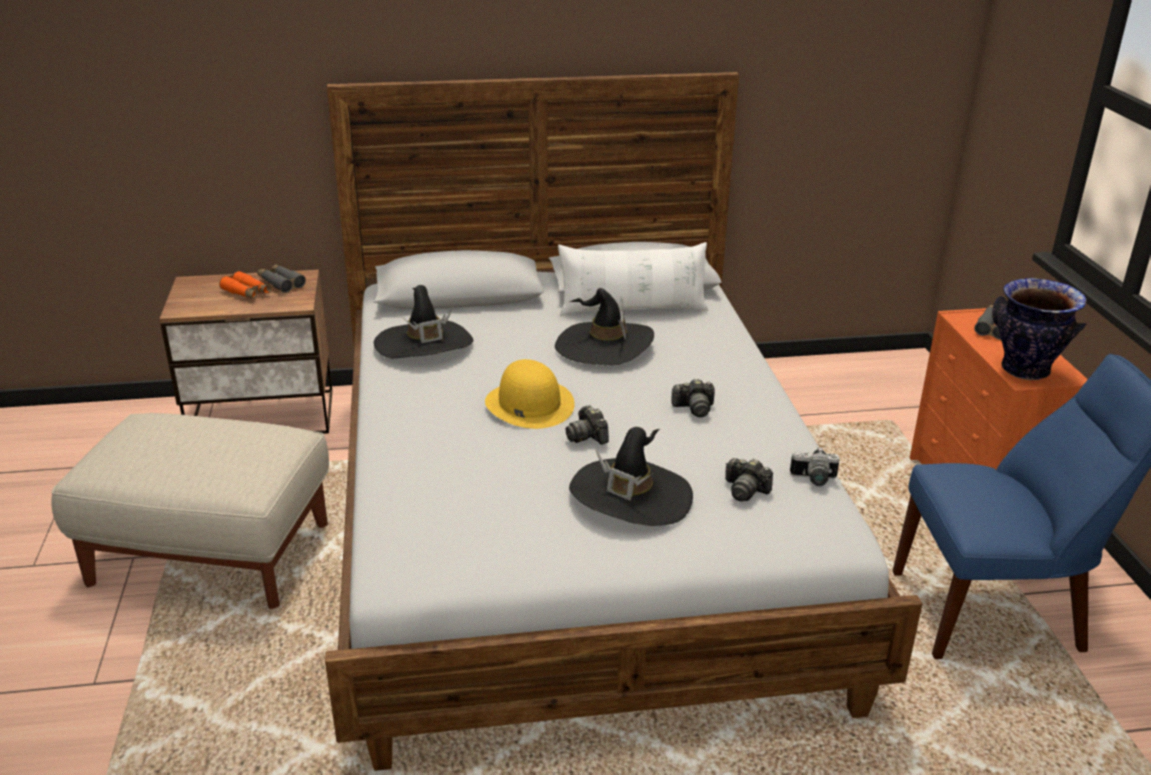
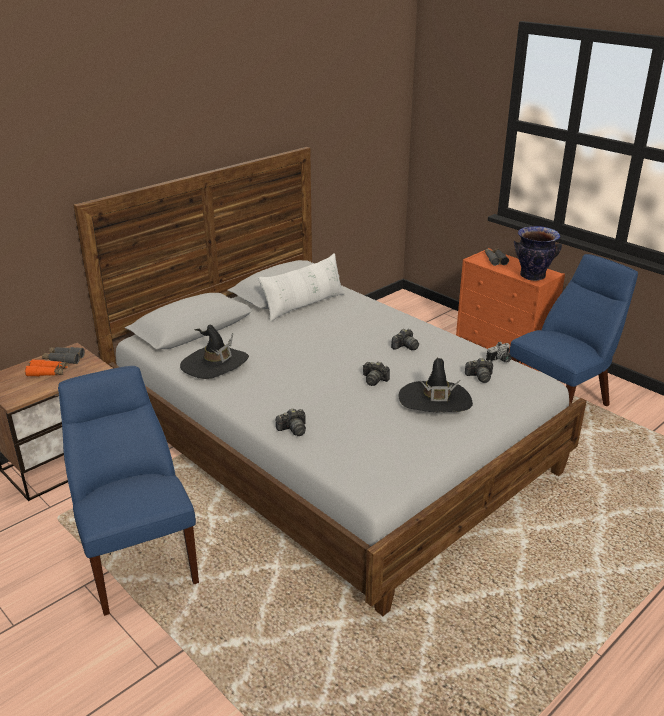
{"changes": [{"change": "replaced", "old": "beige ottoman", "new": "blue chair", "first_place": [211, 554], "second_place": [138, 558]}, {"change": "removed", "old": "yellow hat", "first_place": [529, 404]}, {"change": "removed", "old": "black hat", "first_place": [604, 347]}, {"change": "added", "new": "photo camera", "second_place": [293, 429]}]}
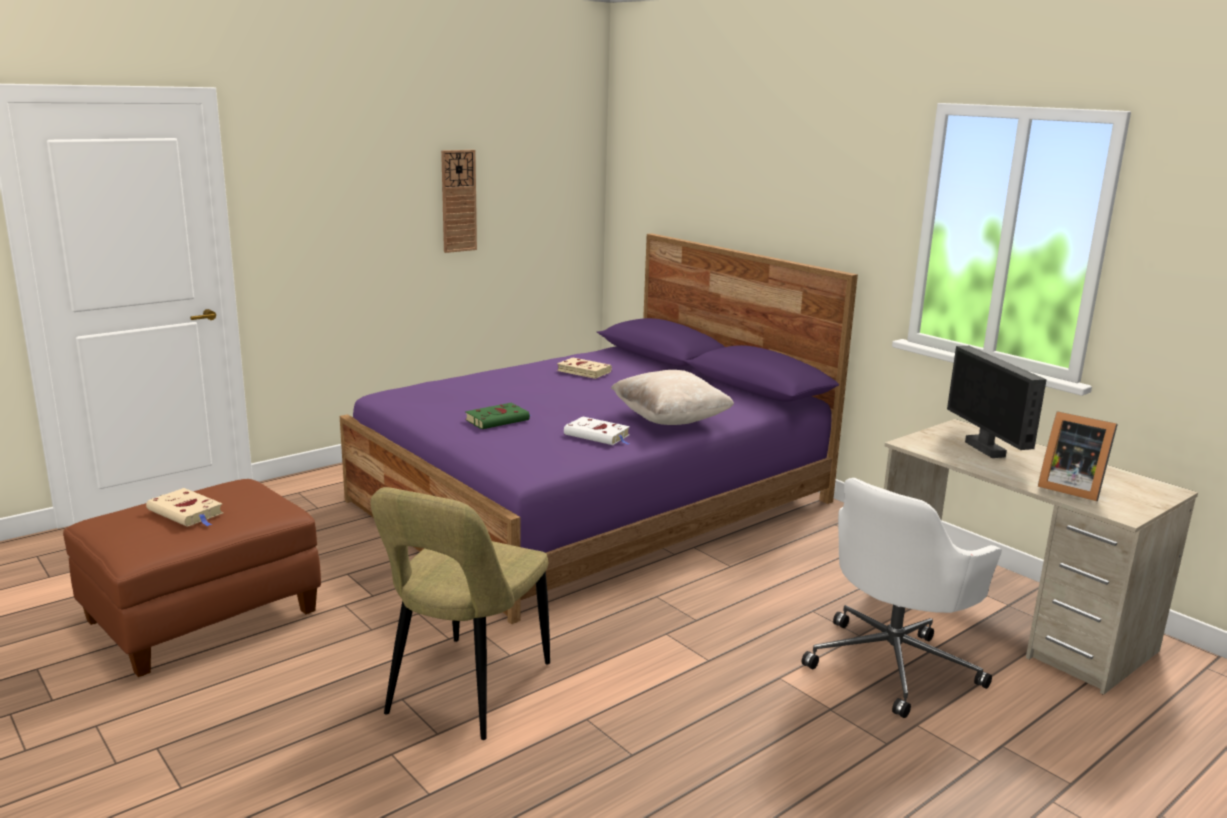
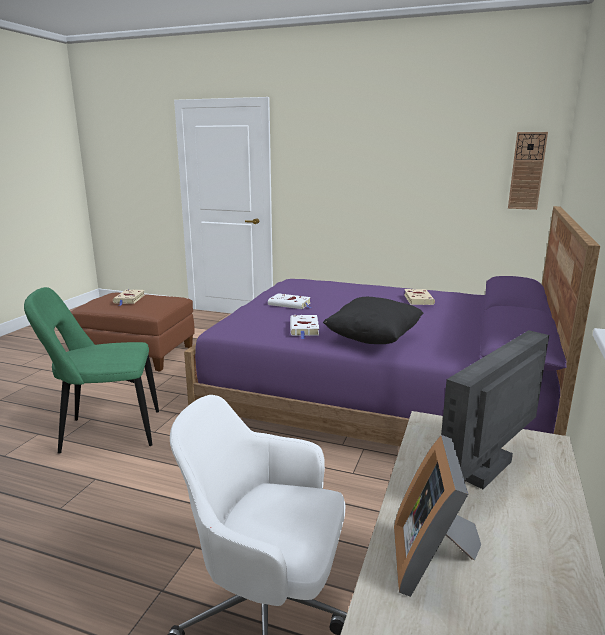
{"changes": [{"change": "recoloured", "old": "beige chair", "new": "green chair", "first_place": [464, 692], "second_place": [106, 432]}, {"change": "moved", "old": "wall clock", "first_place": [458, 201], "second_place": [527, 171]}, {"change": "recoloured", "old": "green book", "new": "white book", "first_place": [498, 420], "second_place": [290, 304]}, {"change": "recoloured", "old": "beige pillow", "new": "black pillow", "first_place": [670, 420], "second_place": [373, 339]}]}
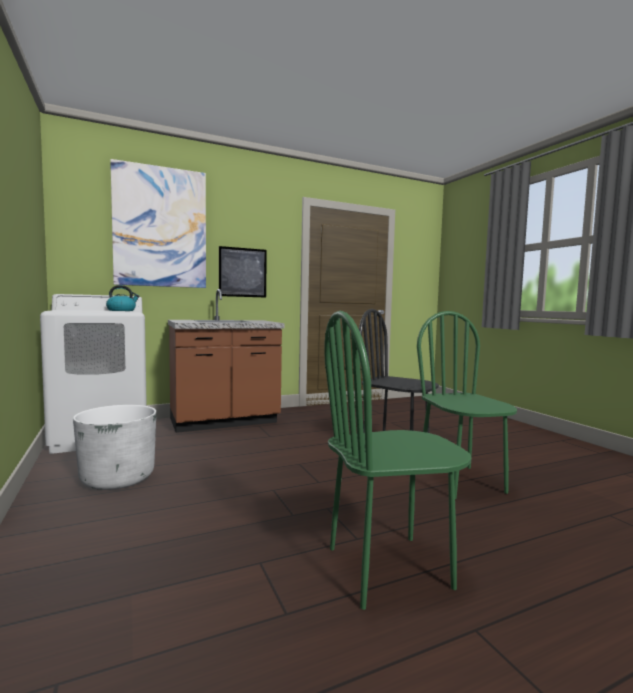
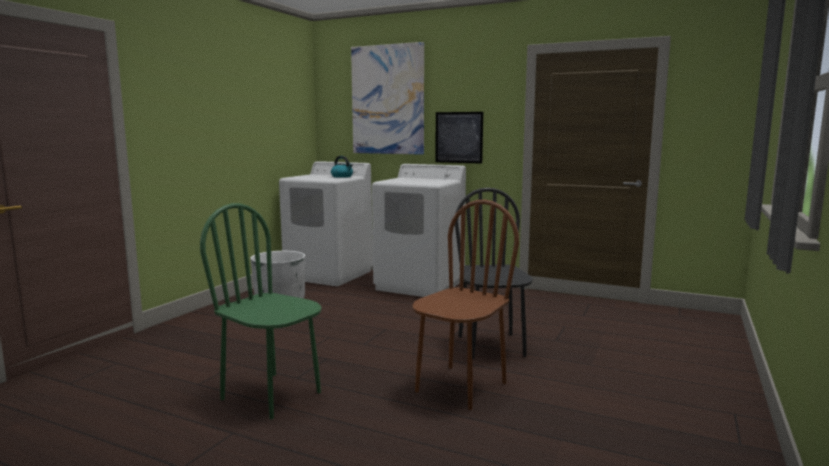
{"changes": [{"change": "replaced", "old": "brown counter", "new": "white washing machine", "first_place": [224, 422], "second_place": [420, 285]}, {"change": "recoloured", "old": "green chair", "new": "brown chair", "first_place": [461, 482], "second_place": [460, 387]}]}
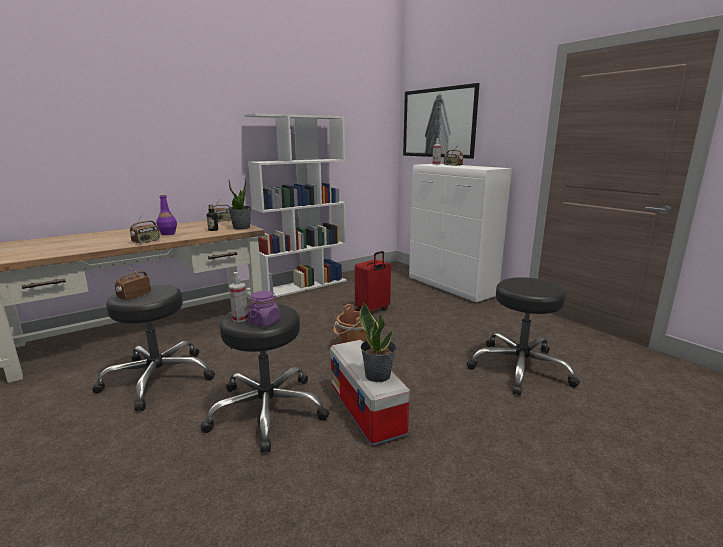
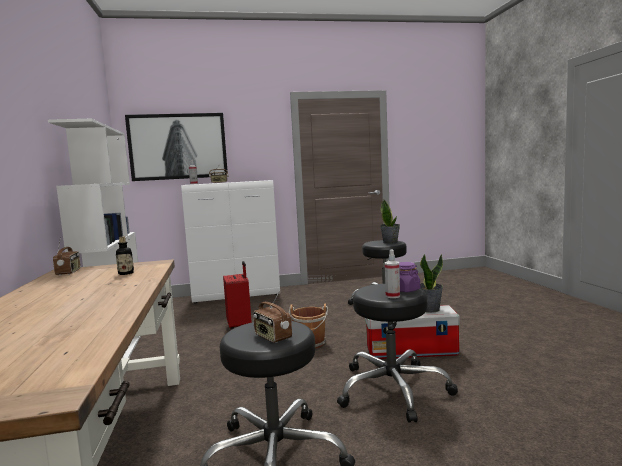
{"changes": [{"change": "removed", "old": "radio", "first_place": [146, 241]}, {"change": "removed", "old": "purple bottle", "first_place": [168, 233]}, {"change": "moved", "old": "potted plant", "first_place": [241, 227], "second_place": [390, 242]}]}
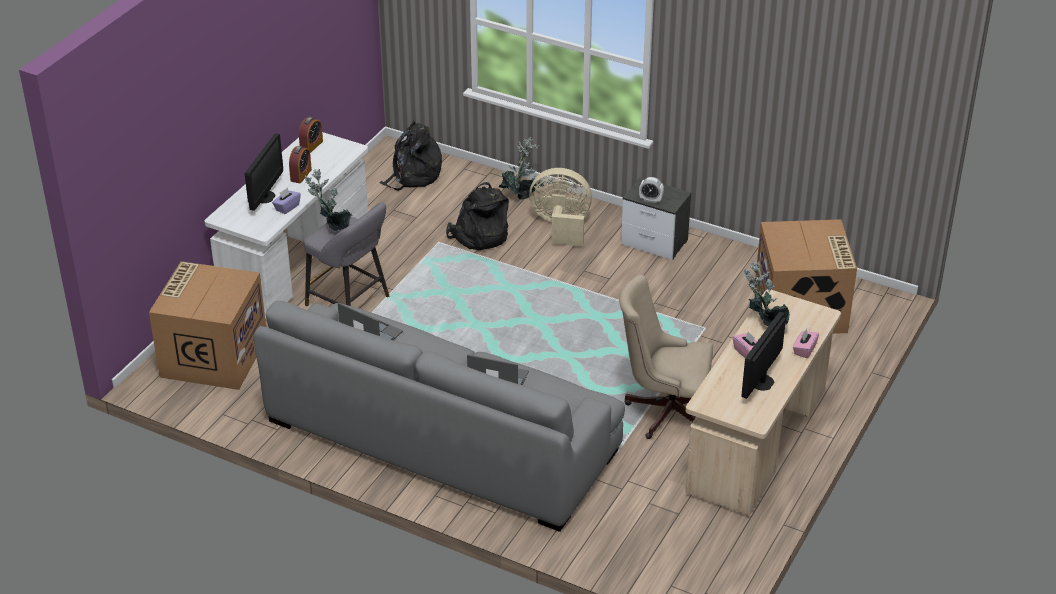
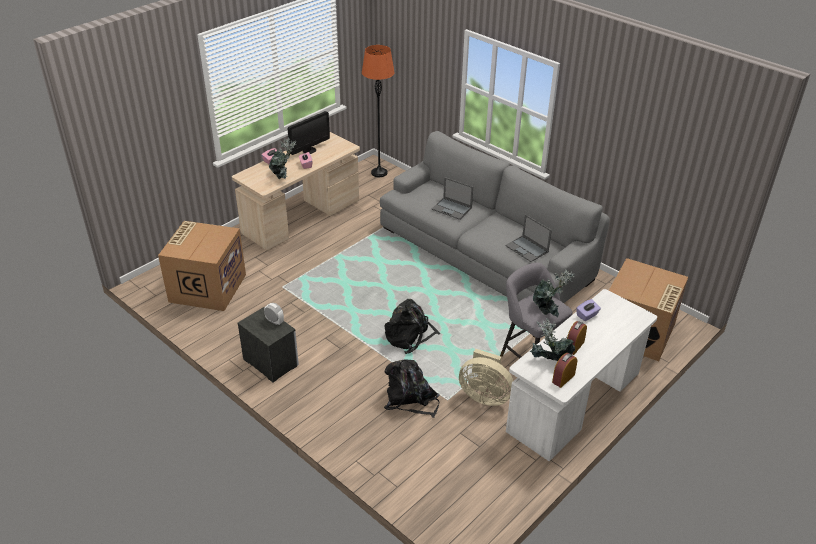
{"changes": [{"change": "removed", "old": "monitor", "first_place": [265, 197]}, {"change": "moved", "old": "black backpack", "first_place": [413, 175], "second_place": [410, 336]}, {"change": "moved", "old": "potted plant", "first_place": [522, 195], "second_place": [548, 362]}, {"change": "moved", "old": "beige fan", "first_place": [561, 226], "second_place": [484, 395]}, {"change": "removed", "old": "beige office chair", "first_place": [664, 410]}, {"change": "added", "new": "orange floor lamp", "second_place": [379, 173]}]}
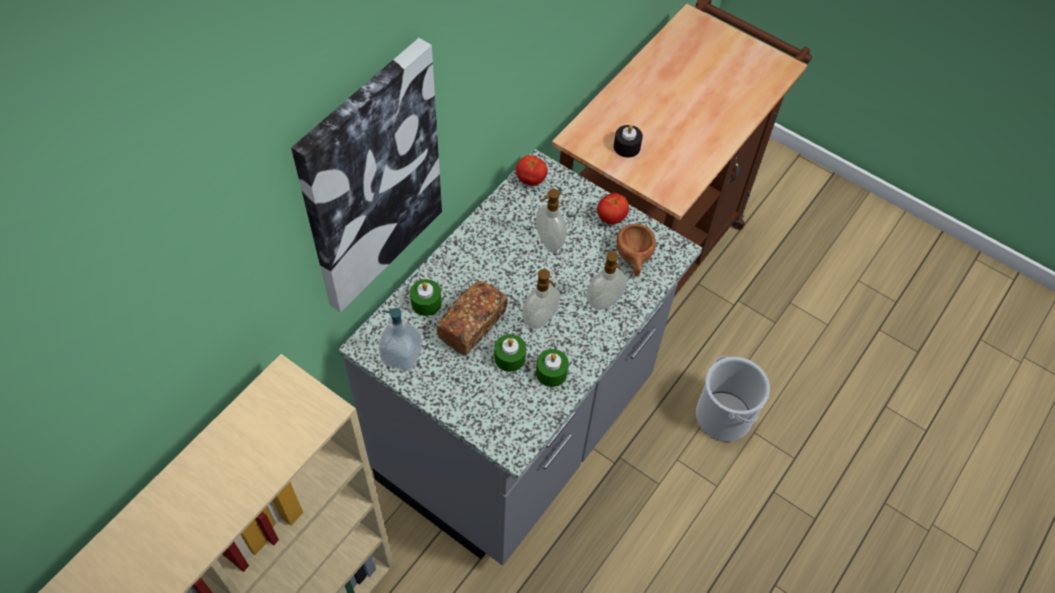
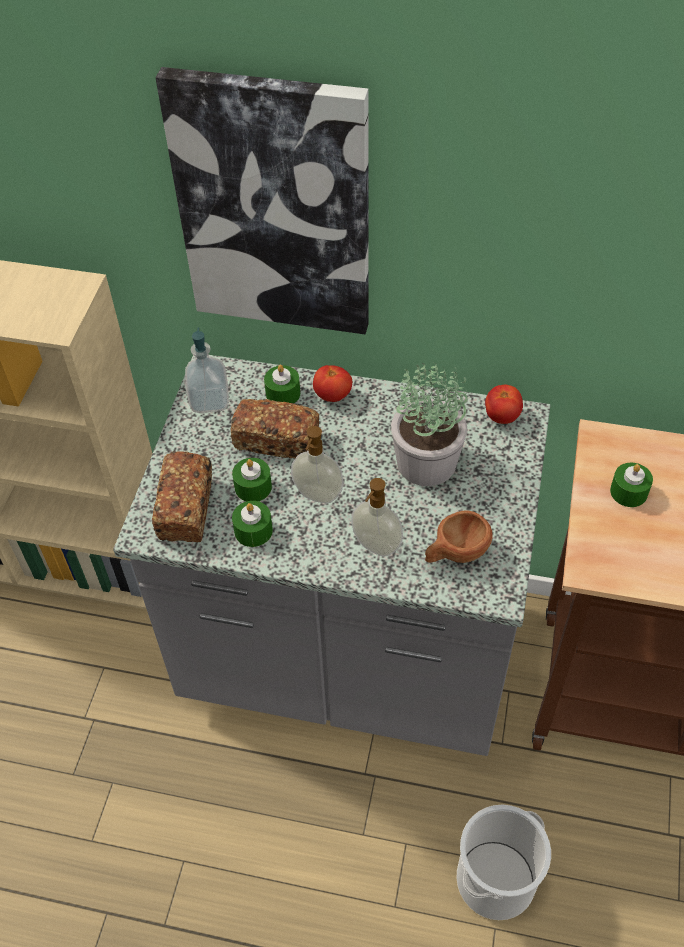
{"changes": [{"change": "replaced", "old": "soap dispenser", "new": "potted plant", "first_place": [548, 241], "second_place": [427, 463]}, {"change": "moved", "old": "tomato", "first_place": [611, 218], "second_place": [333, 395]}, {"change": "recoloured", "old": "black candle", "new": "green candle", "first_place": [627, 147], "second_place": [628, 492]}, {"change": "added", "new": "bread", "second_place": [186, 509]}]}
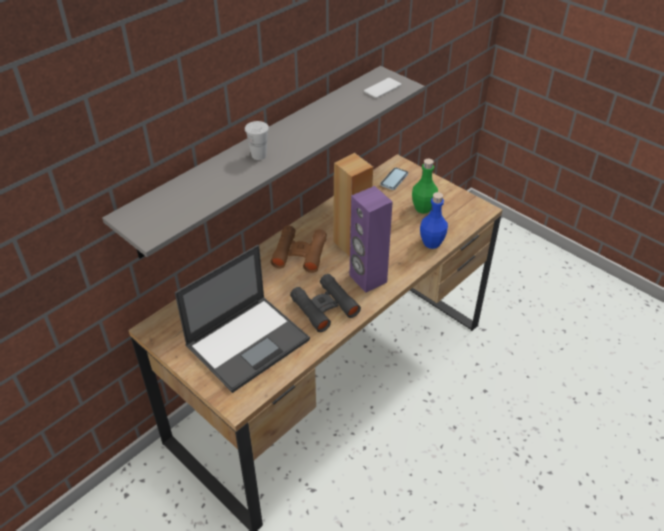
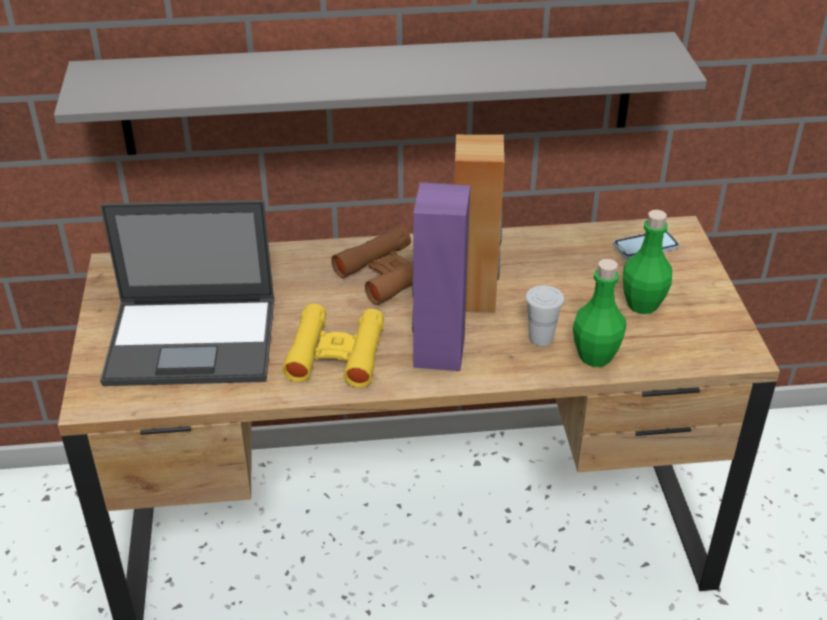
{"changes": [{"change": "moved", "old": "white cup", "first_place": [259, 155], "second_place": [541, 338]}, {"change": "recoloured", "old": "black binoculars", "new": "yellow binoculars", "first_place": [324, 307], "second_place": [336, 354]}, {"change": "removed", "old": "phone", "first_place": [382, 88]}, {"change": "recoloured", "old": "blue bottle", "new": "green bottle", "first_place": [431, 243], "second_place": [595, 356]}]}
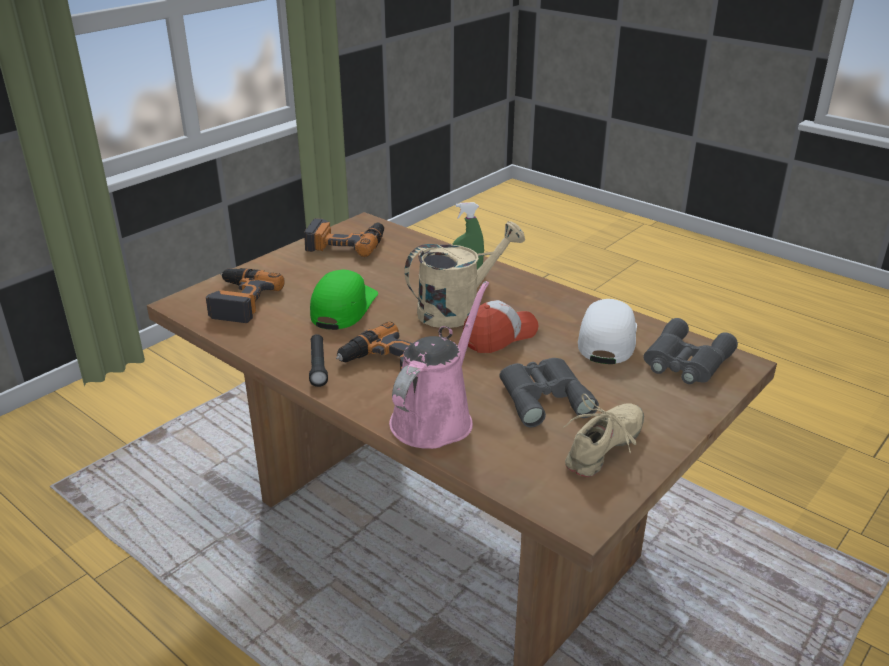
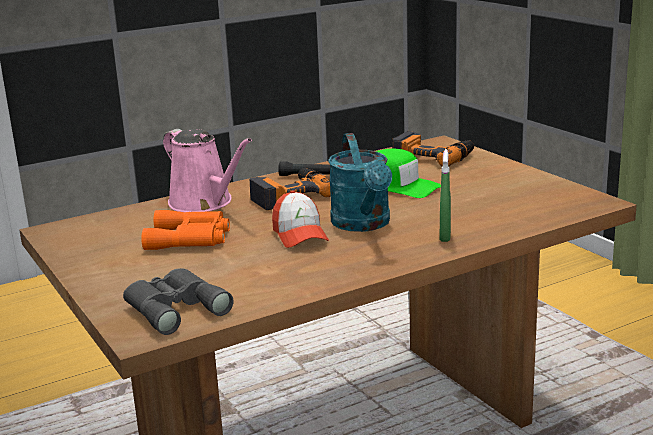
{"changes": [{"change": "removed", "old": "power drill", "first_place": [346, 243]}, {"change": "recoloured", "old": "beige watering can", "new": "turquoise watering can", "first_place": [458, 309], "second_place": [363, 224]}, {"change": "recoloured", "old": "grey binoculars", "new": "orange binoculars", "first_place": [543, 396], "second_place": [190, 238]}, {"change": "removed", "old": "beige shoe", "first_place": [604, 448]}, {"change": "removed", "old": "white cap", "first_place": [607, 339]}]}
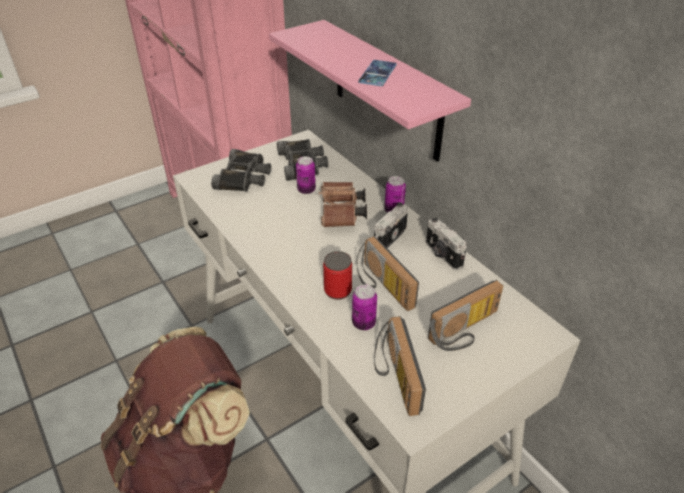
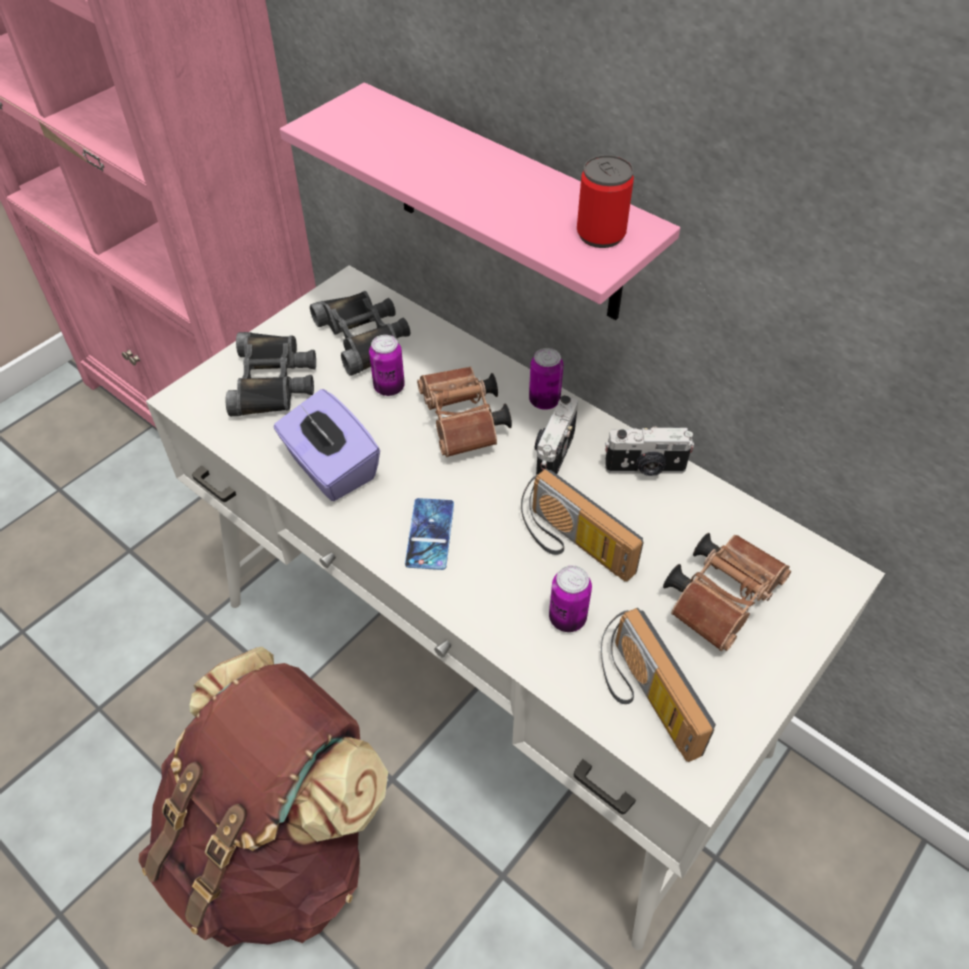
{"changes": [{"change": "moved", "old": "can", "first_place": [337, 290], "second_place": [600, 234]}, {"change": "moved", "old": "phone", "first_place": [377, 73], "second_place": [430, 534]}, {"change": "turned", "old": "photo camera", "first_place": [442, 255], "second_place": [645, 468], "degrees": -45}, {"change": "replaced", "old": "radio", "new": "brown binoculars", "first_place": [466, 331], "second_place": [723, 596]}, {"change": "added", "new": "purple tissue box", "second_place": [330, 468]}]}
